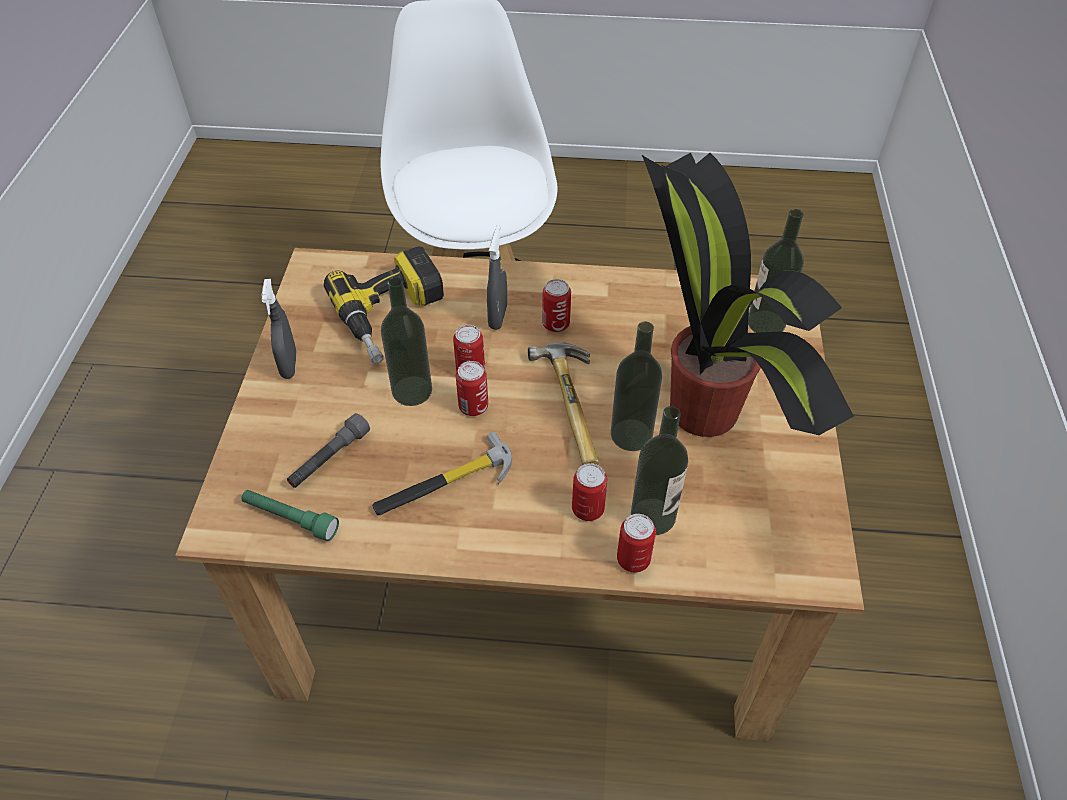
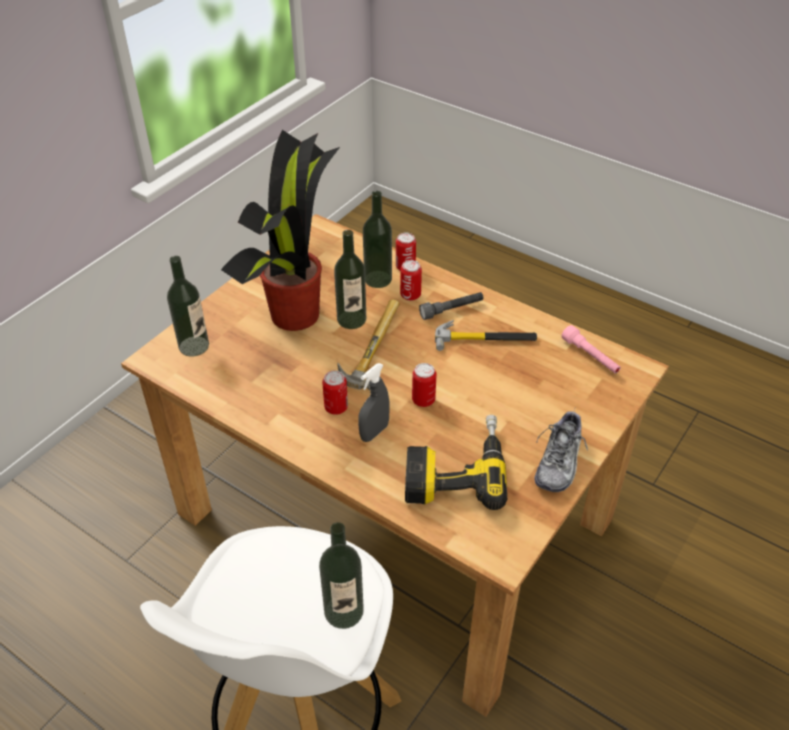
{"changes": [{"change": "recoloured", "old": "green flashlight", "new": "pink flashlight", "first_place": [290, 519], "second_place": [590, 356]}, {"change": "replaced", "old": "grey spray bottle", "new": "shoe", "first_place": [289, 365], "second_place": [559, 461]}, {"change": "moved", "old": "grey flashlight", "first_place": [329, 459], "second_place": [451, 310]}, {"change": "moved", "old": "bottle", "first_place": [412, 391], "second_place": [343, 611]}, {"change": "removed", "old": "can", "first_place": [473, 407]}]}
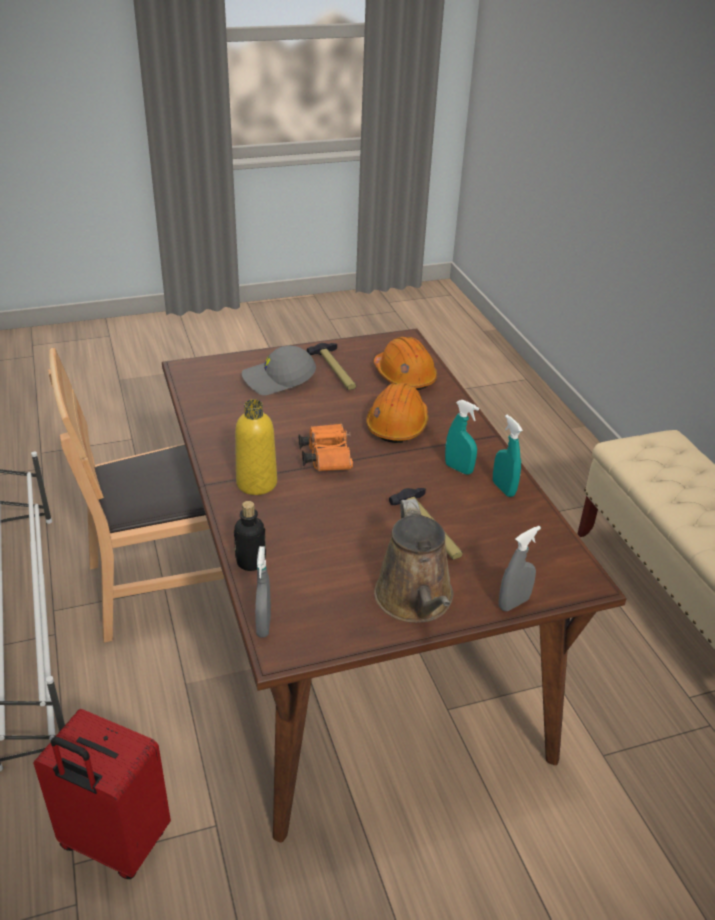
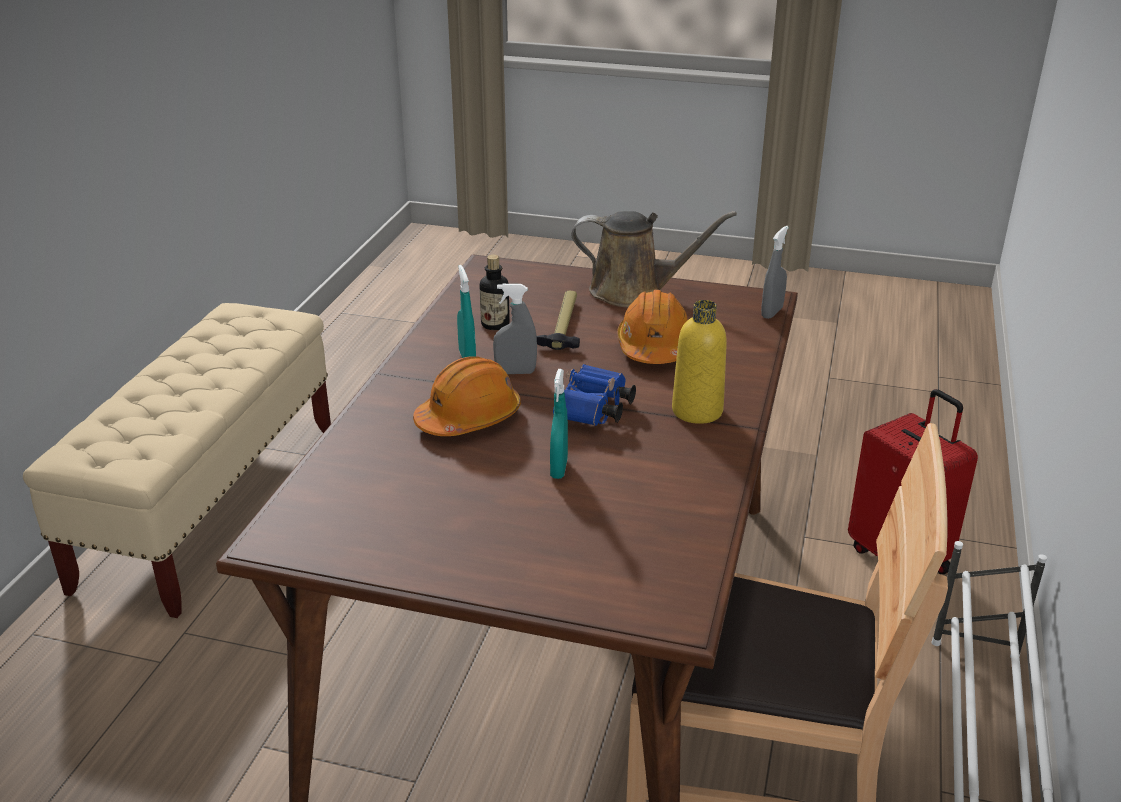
{"changes": [{"change": "moved", "old": "bottle", "first_place": [251, 562], "second_place": [495, 324]}, {"change": "removed", "old": "grey cap", "first_place": [278, 380]}, {"change": "recoloured", "old": "orange binoculars", "new": "blue binoculars", "first_place": [326, 457], "second_place": [593, 412]}, {"change": "removed", "old": "hammer", "first_place": [335, 371]}, {"change": "moved", "old": "orange hard hat", "first_place": [404, 376], "second_place": [654, 347]}, {"change": "turned", "old": "brown watering can", "first_place": [415, 601], "second_place": [634, 291], "degrees": 75}, {"change": "moved", "old": "turquoise spray bottle", "first_place": [503, 489], "second_place": [559, 469]}, {"change": "moved", "old": "grey spray bottle", "first_place": [513, 603], "second_place": [515, 372]}]}
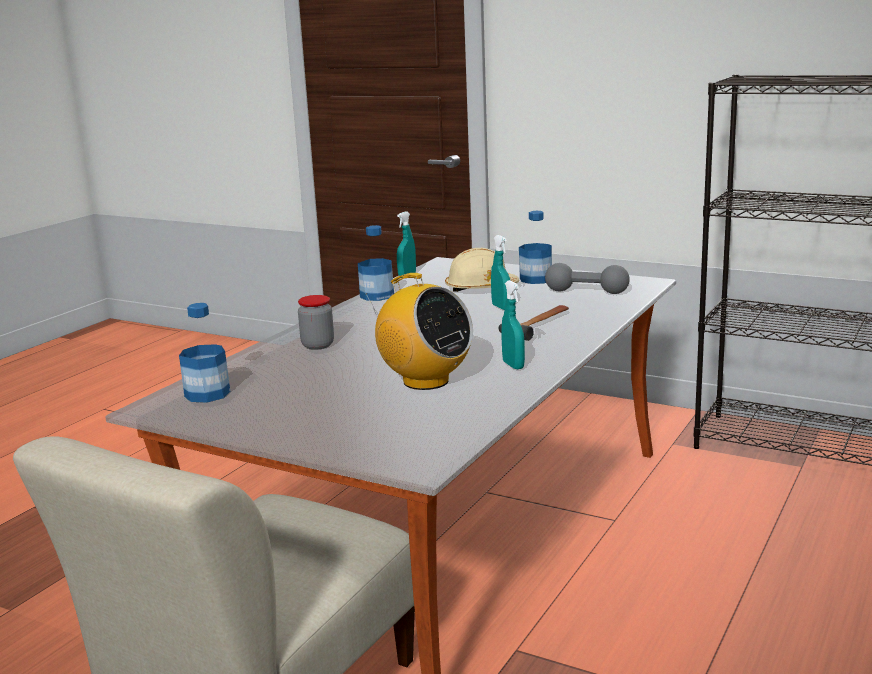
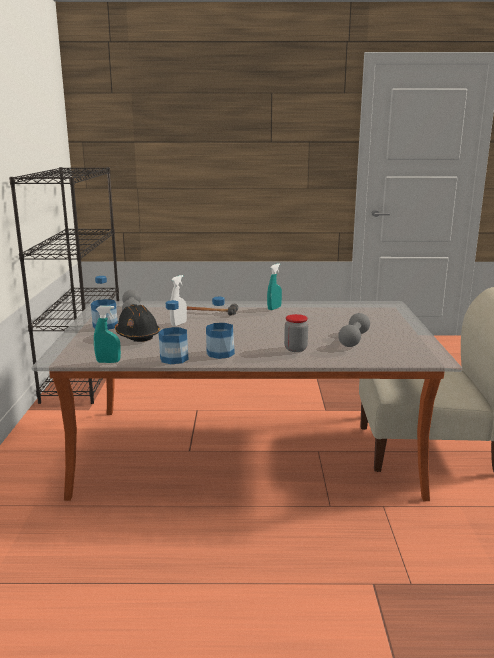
{"changes": [{"change": "moved", "old": "bottle", "first_place": [207, 394], "second_place": [220, 353]}, {"change": "removed", "old": "radio", "first_place": [425, 381]}, {"change": "recoloured", "old": "beige hard hat", "new": "black hard hat", "first_place": [481, 288], "second_place": [137, 335]}, {"change": "recoloured", "old": "turquoise spray bottle", "new": "white spray bottle", "first_place": [501, 307], "second_place": [178, 324]}, {"change": "added", "new": "grey dumbbell", "second_place": [354, 339]}]}
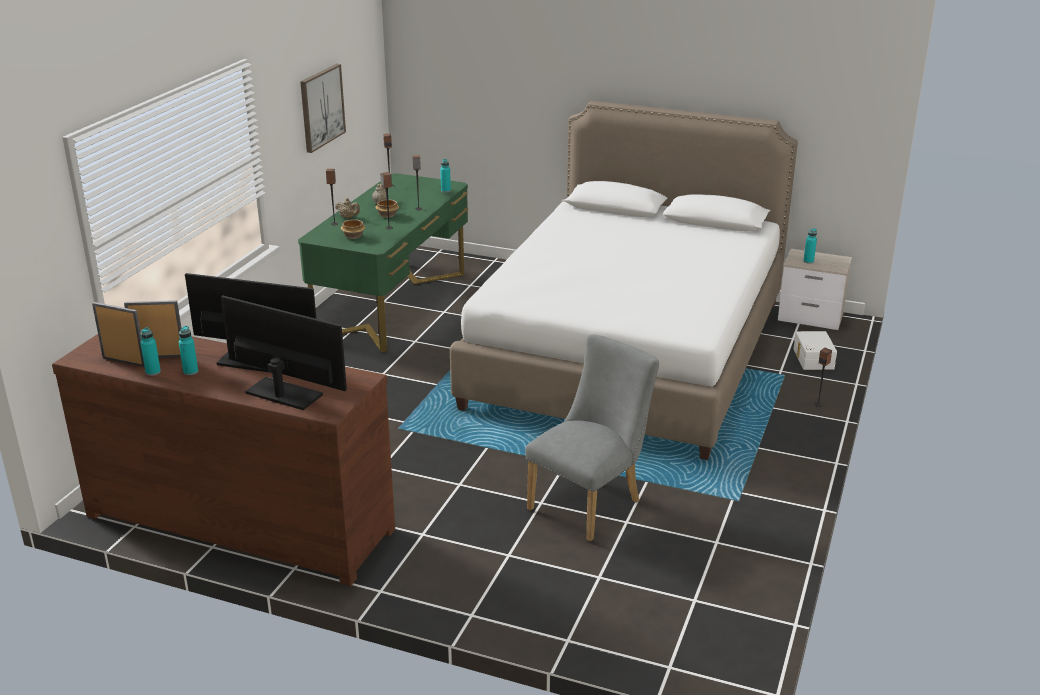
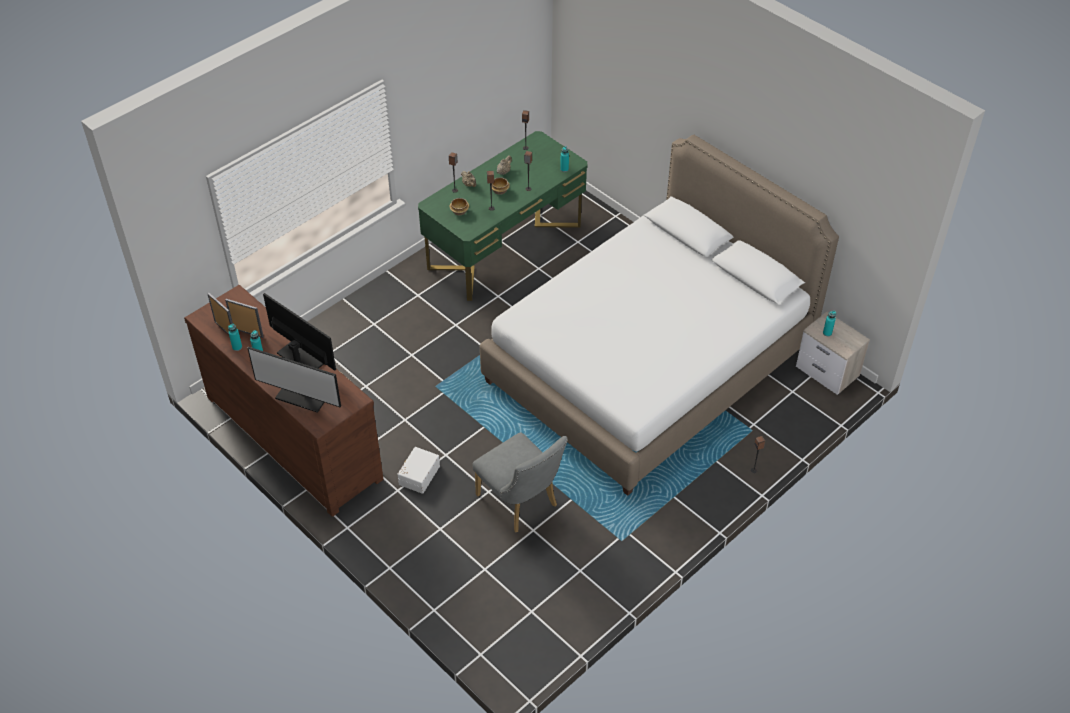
{"changes": [{"change": "turned", "old": "monitor", "first_place": [284, 394], "second_place": [301, 397], "degrees": 150}, {"change": "removed", "old": "picture", "first_place": [321, 107]}, {"change": "turned", "old": "grey chair", "first_place": [590, 502], "second_place": [521, 503], "degrees": 75}, {"change": "moved", "old": "white storage box", "first_place": [812, 359], "second_place": [418, 475]}]}
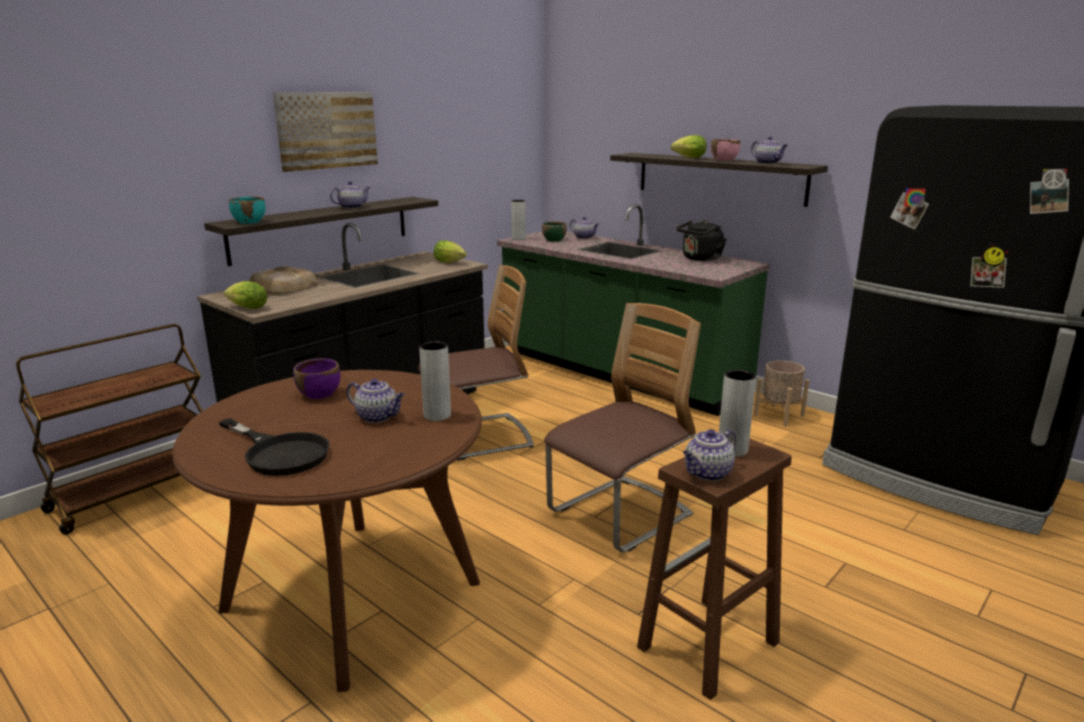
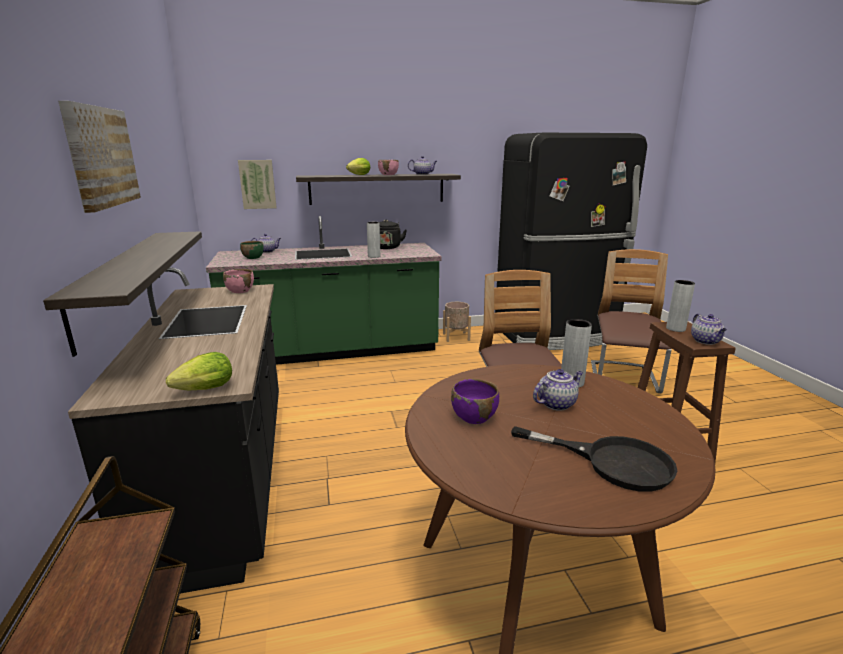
{"changes": [{"change": "turned", "old": "black frying pan", "first_place": [279, 453], "second_place": [611, 462], "degrees": 45}, {"change": "removed", "old": "turquoise bowl", "first_place": [249, 221]}, {"change": "removed", "old": "bread", "first_place": [282, 287]}, {"change": "removed", "old": "teapot", "first_place": [352, 207]}, {"change": "moved", "old": "chair", "first_place": [478, 438], "second_place": [623, 378]}, {"change": "replaced", "old": "lettuce", "new": "pink bowl", "first_place": [451, 263], "second_place": [240, 291]}, {"change": "moved", "old": "grey vase", "first_place": [518, 238], "second_place": [374, 256]}, {"change": "added", "new": "picture", "second_place": [257, 184]}]}
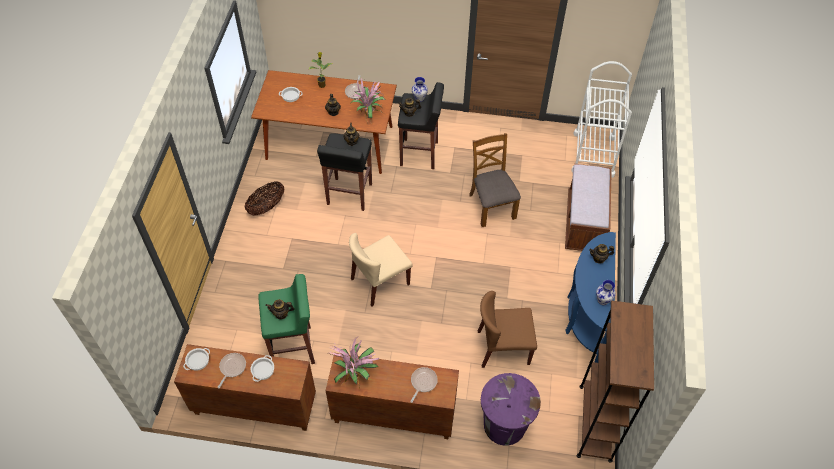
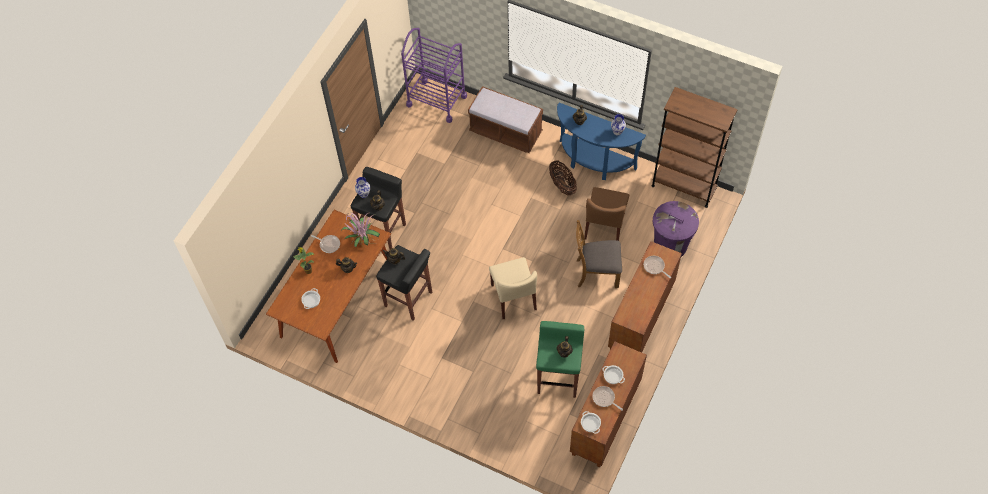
{"changes": [{"change": "moved", "old": "basket", "first_place": [266, 207], "second_place": [562, 185]}, {"change": "removed", "old": "potted plant", "first_place": [356, 374]}, {"change": "moved", "old": "brown chair", "first_place": [491, 206], "second_place": [596, 273]}, {"change": "recoloured", "old": "white cart", "new": "purple cart", "first_place": [593, 154], "second_place": [436, 100]}]}
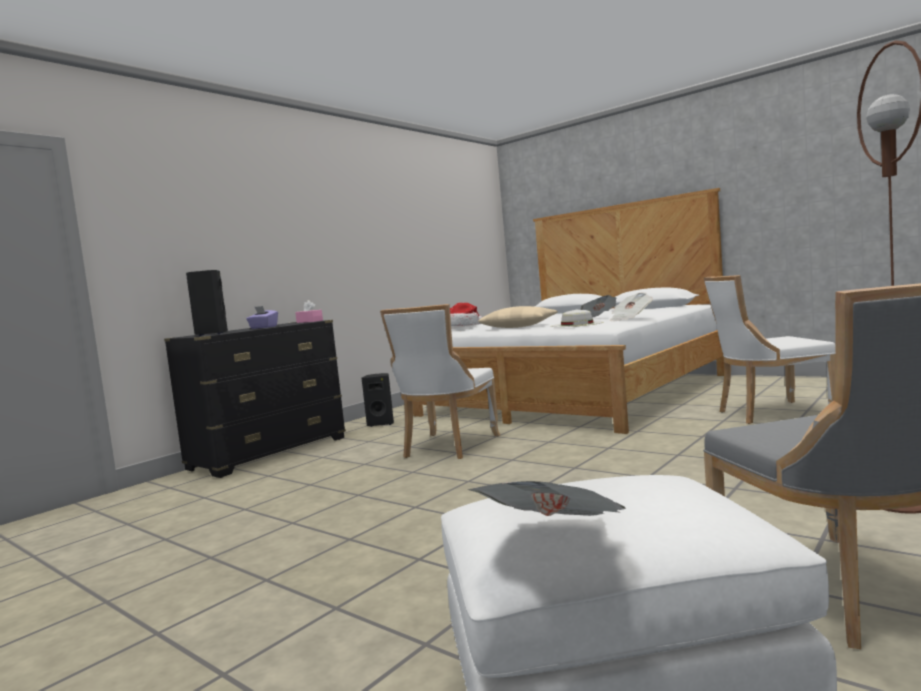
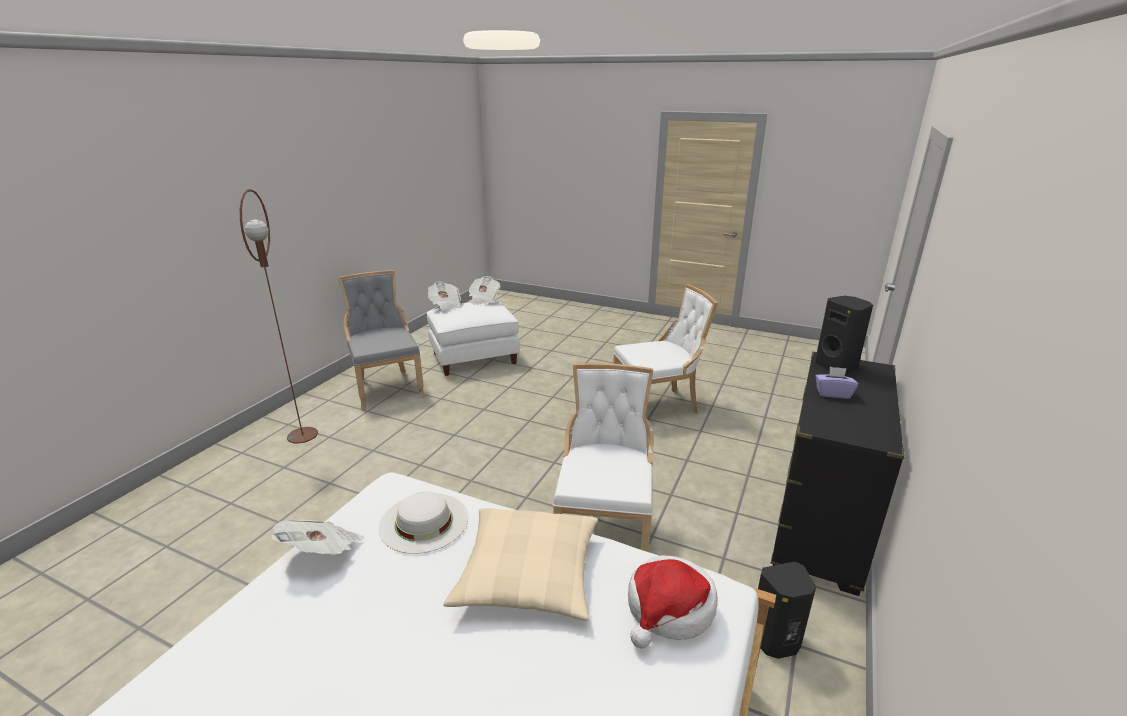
{"changes": [{"change": "removed", "old": "pink tissue box", "first_place": [309, 321]}, {"change": "moved", "old": "newspaper", "first_place": [597, 318], "second_place": [445, 305]}, {"change": "moved", "old": "white chair", "first_place": [769, 414], "second_place": [658, 406]}]}
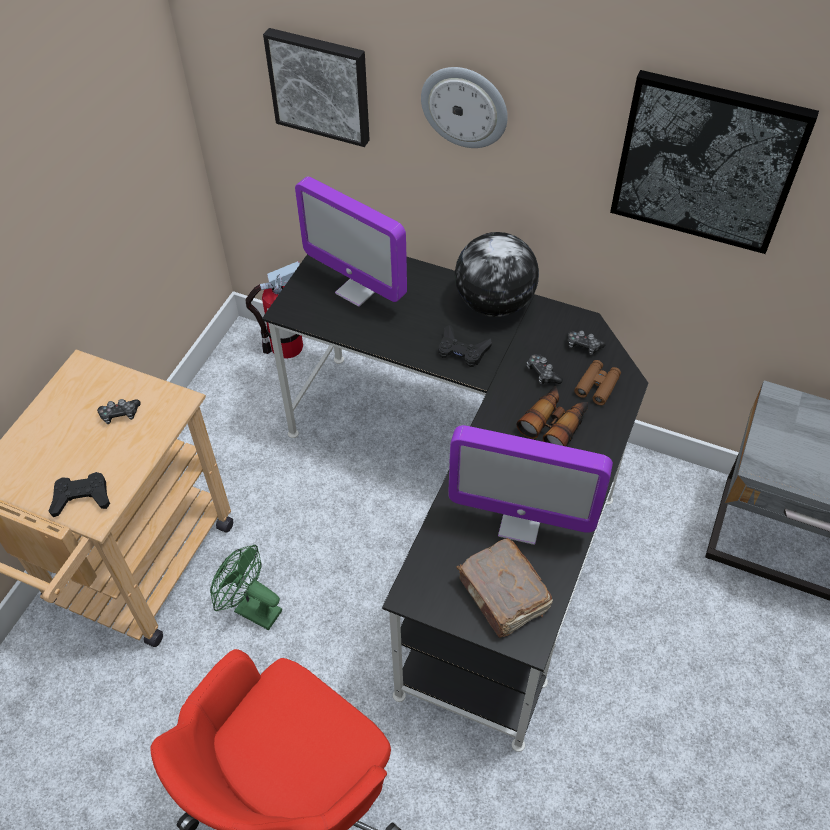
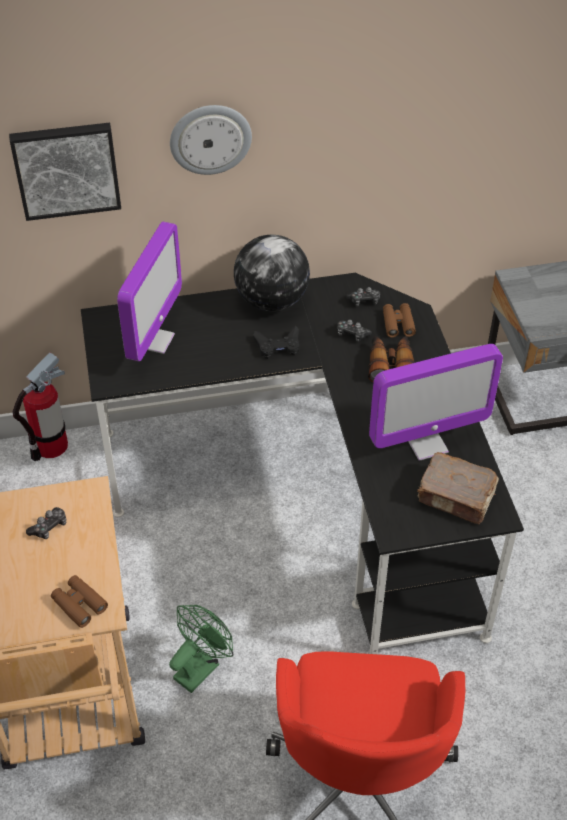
{"changes": [{"change": "replaced", "old": "black game controller", "new": "brown binoculars", "first_place": [81, 497], "second_place": [79, 604]}, {"change": "turned", "old": "green fan", "first_place": [251, 609], "second_place": [201, 666], "degrees": 135}, {"change": "turned", "old": "monitor", "first_place": [358, 290], "second_place": [153, 340], "degrees": -75}, {"change": "removed", "old": "picture", "first_place": [707, 162]}]}
